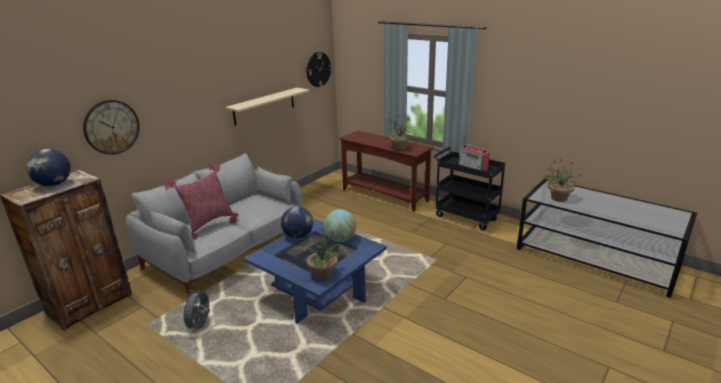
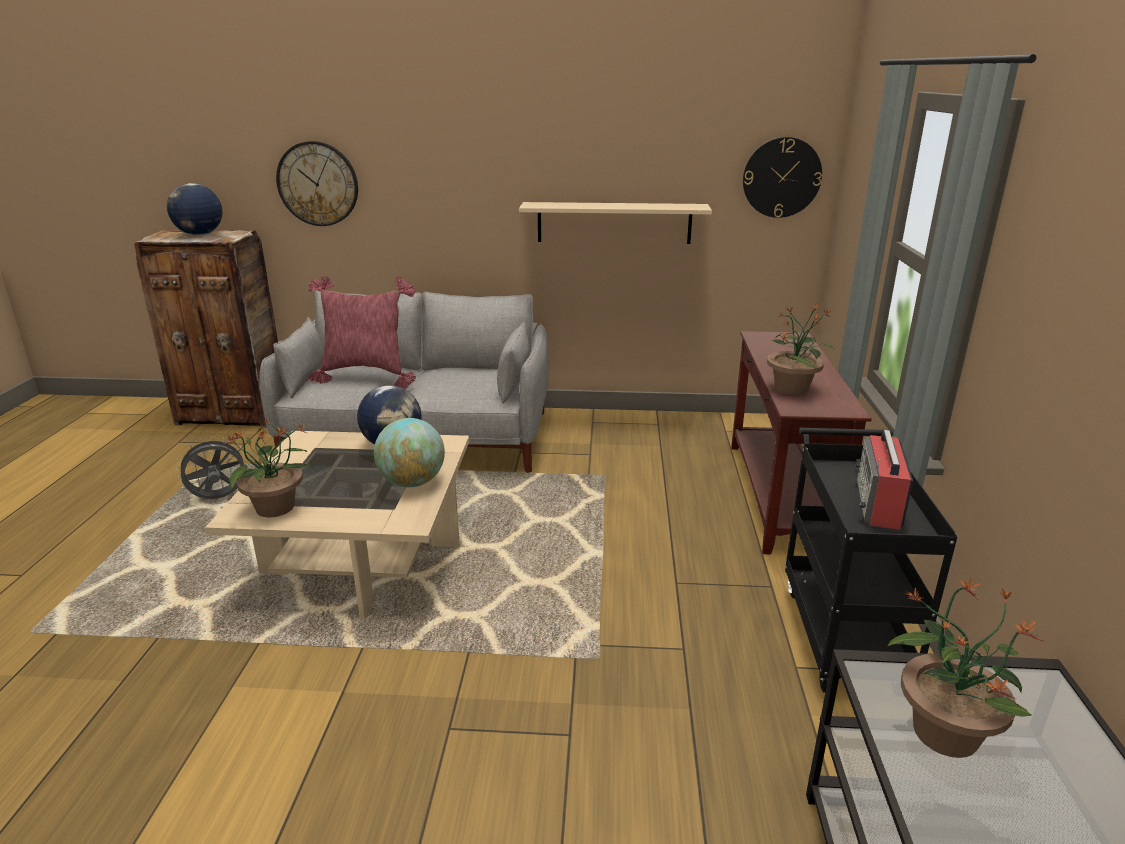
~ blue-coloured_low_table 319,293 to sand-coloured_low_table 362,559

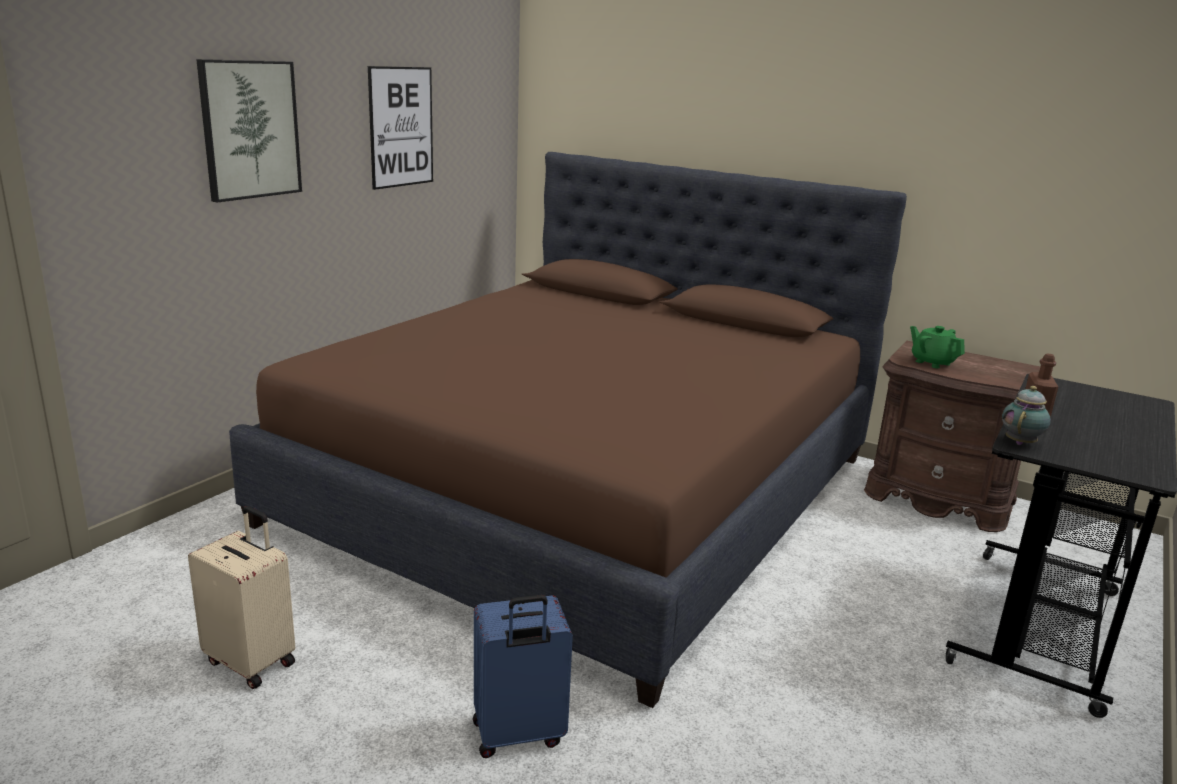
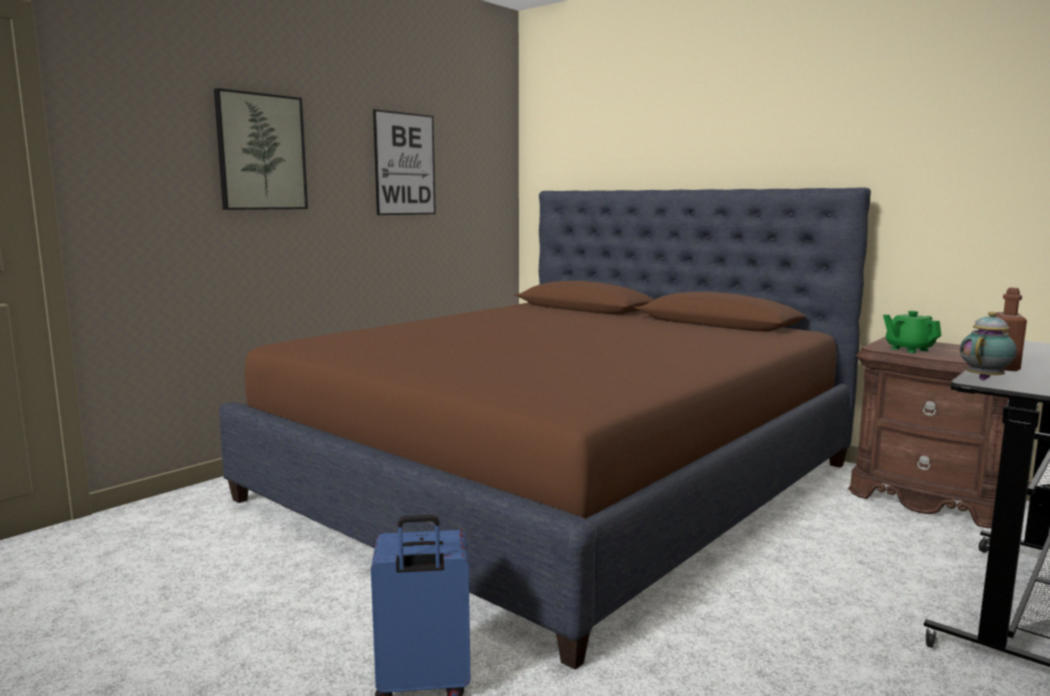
- sand-coloured_suitcase 252,661

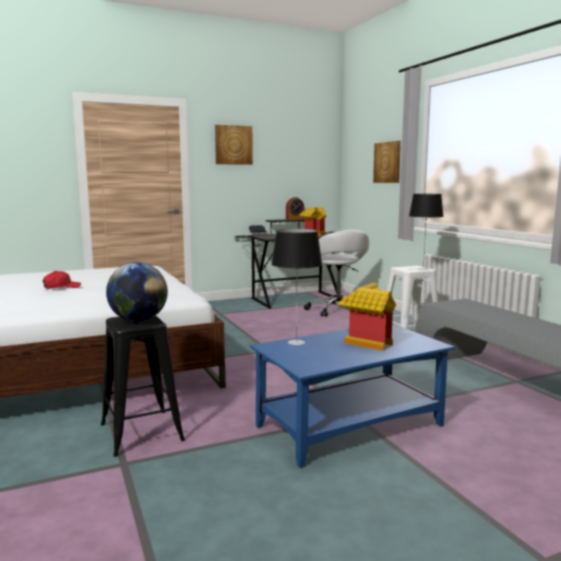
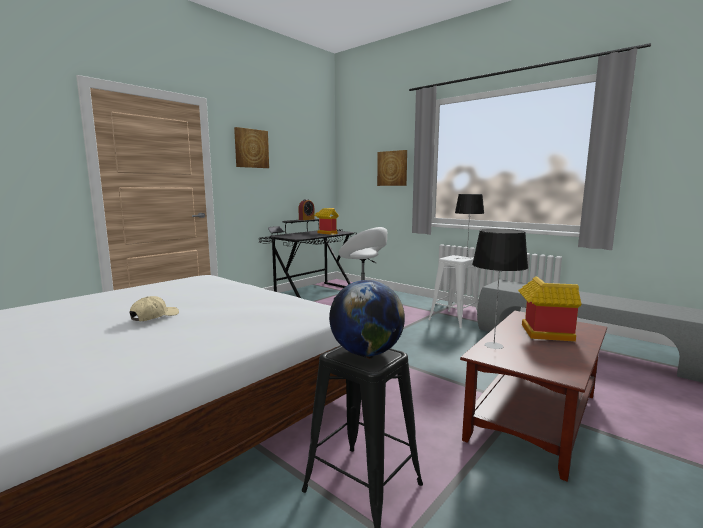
~ red_peaked_cap 61,287 to sand-coloured_peaked_cap 154,316
~ blue-coloured_low_table 348,426 to brown-coloured_low_table 534,417

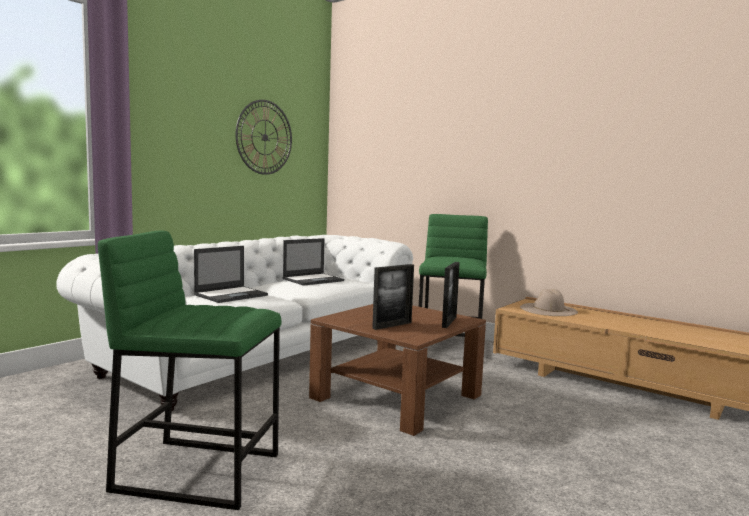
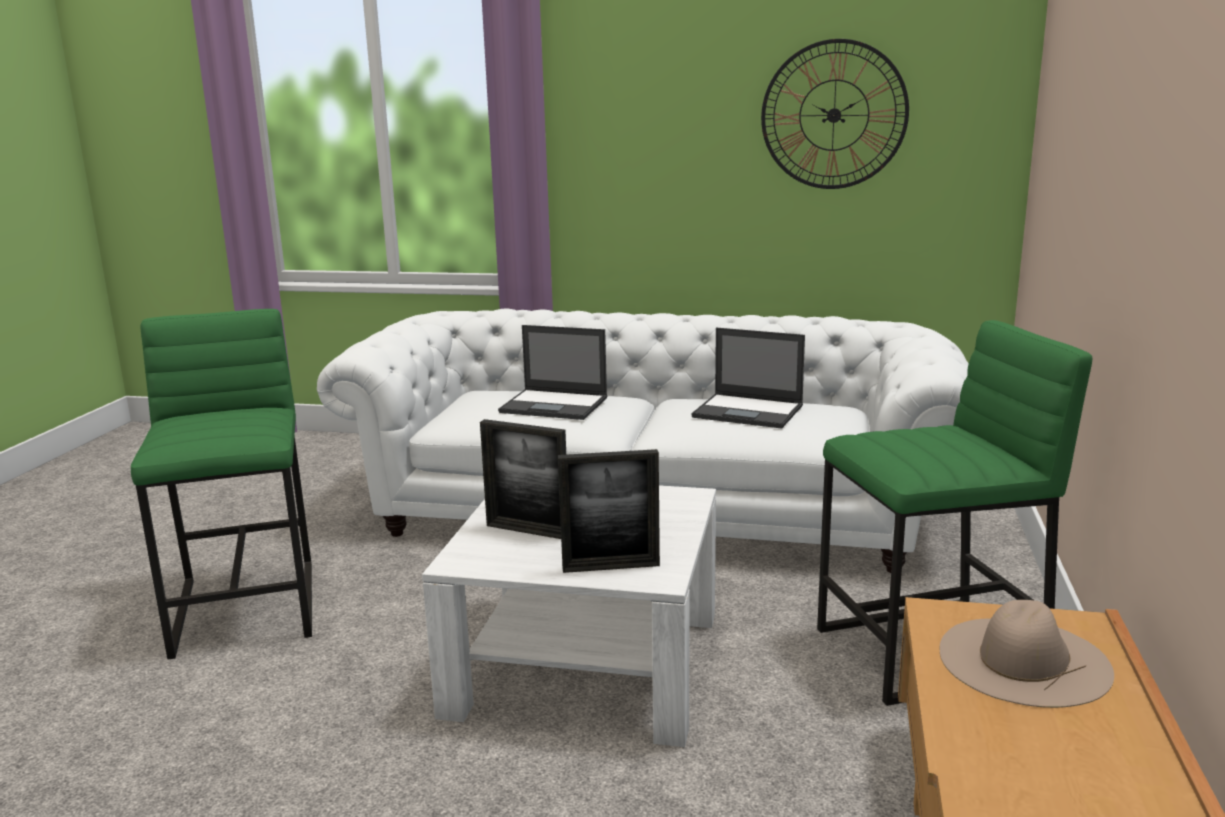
~ brown-coloured_low_table 396,397 to white_low_table 586,663

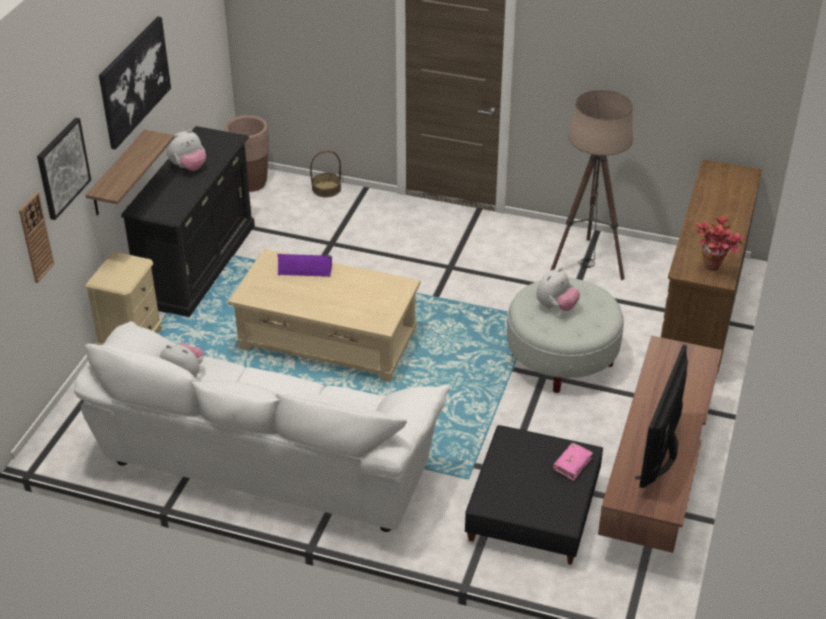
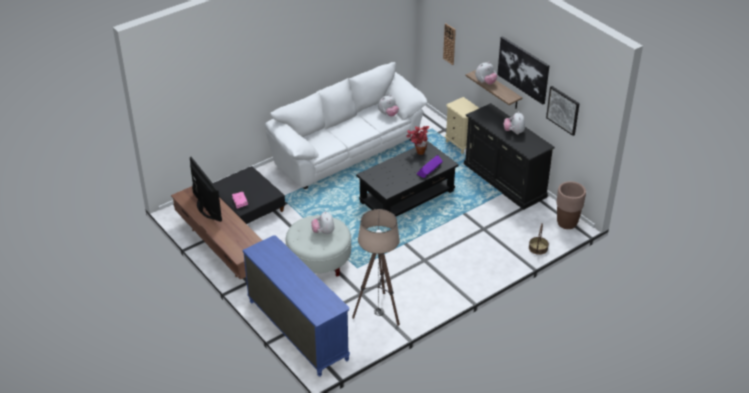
~ brown-coloured_drawer_chest 701,313 to blue-coloured_drawer_chest 297,330
~ sand-coloured_low_table 327,340 to black_low_table 407,196
~ plant_in_a_pot 714,270 to 417,152
+ cuddly_toy 485,82
~ wall_picture 62,168 to 563,110

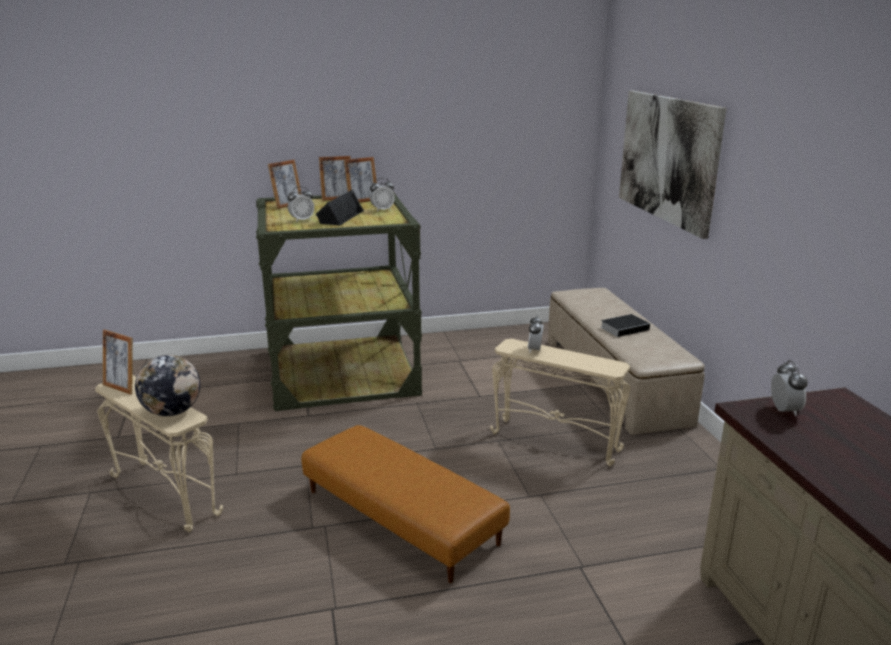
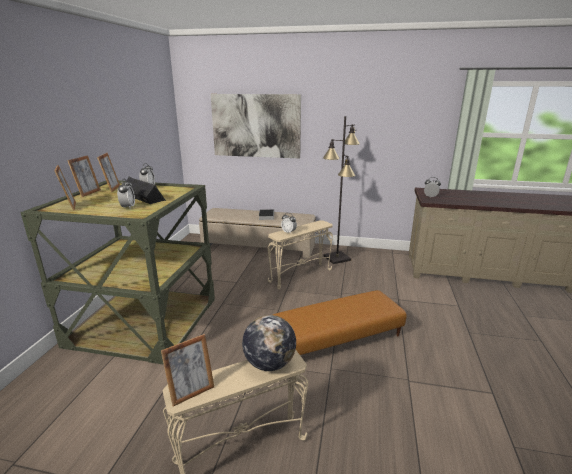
+ black_standing_lamp 337,258

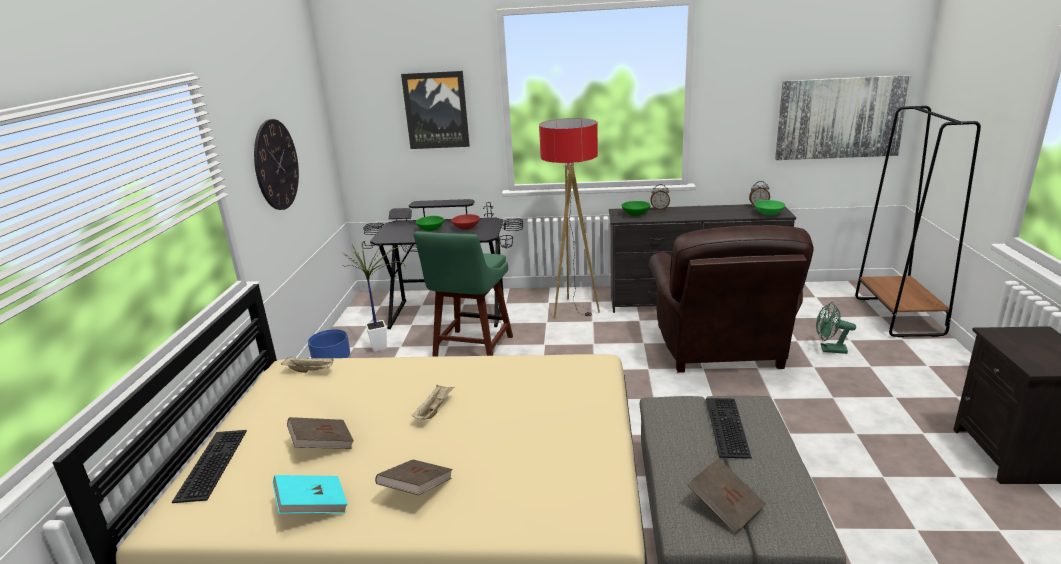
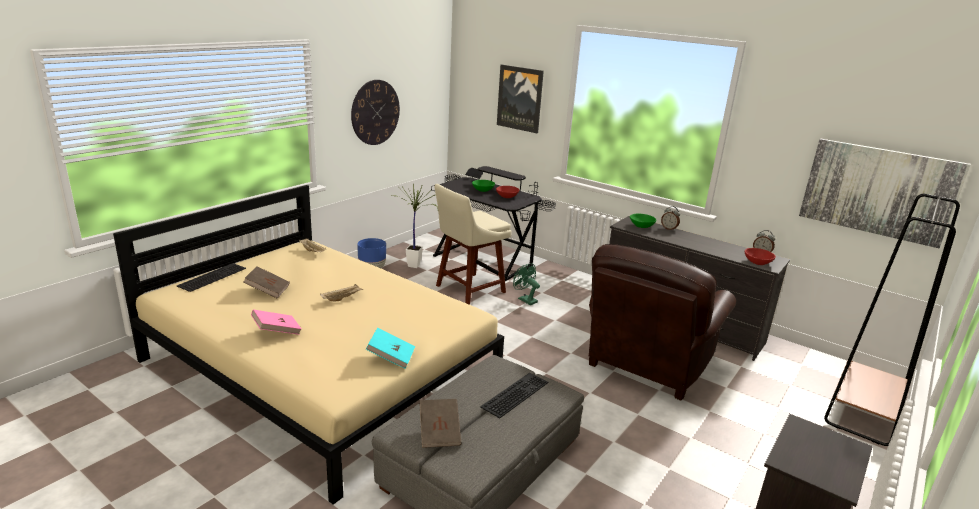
~ brown-coloured_bound_book 416,489 to pink_bound_book 277,331
~ turquoise_bound_book 313,507 to 391,357
~ green-coloured_stool_seat 471,349 to sand-coloured_stool_seat 467,289
~ green-coloured_electric_fan 829,350 to 525,299
~ green-coloured_bowl 768,214 to red_bowl 757,263
- standing_lamp 574,310

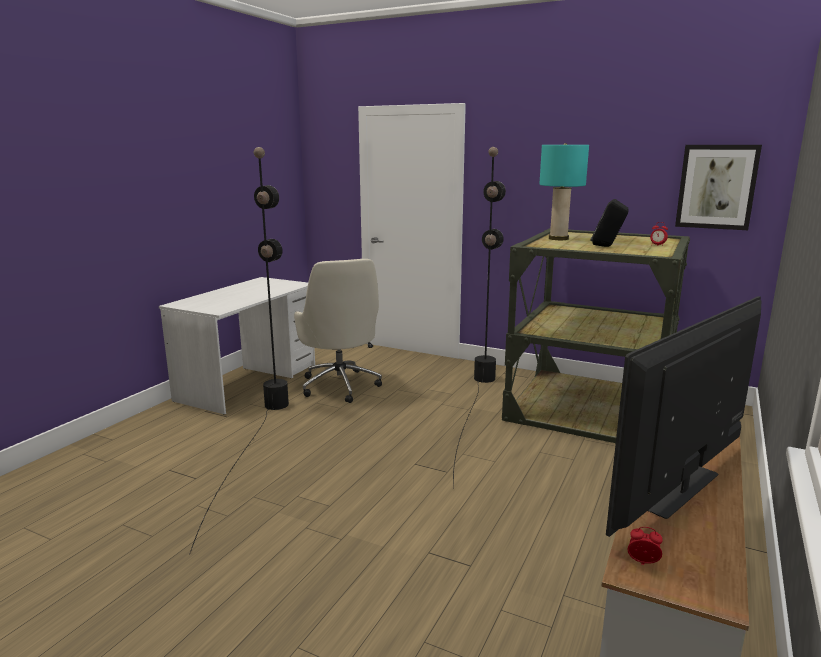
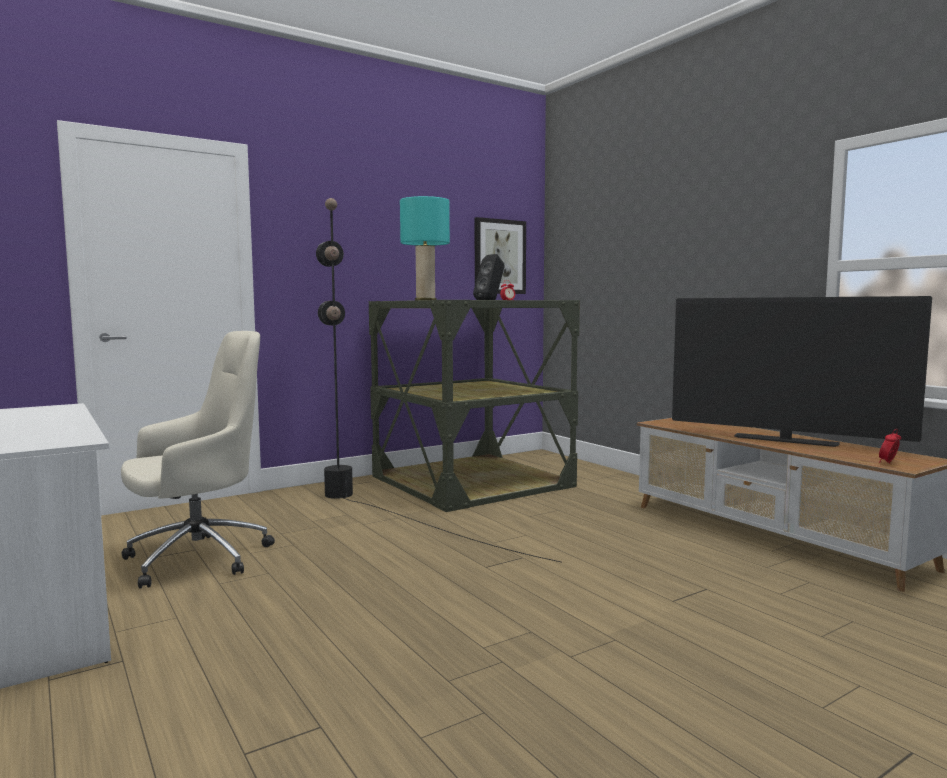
~ sand-coloured_desk_chair 340,386 = 199,559 45 degrees counterclockwise
~ TV 682,491 = 785,440 45 degrees counterclockwise
- black_standing_lamp 257,435

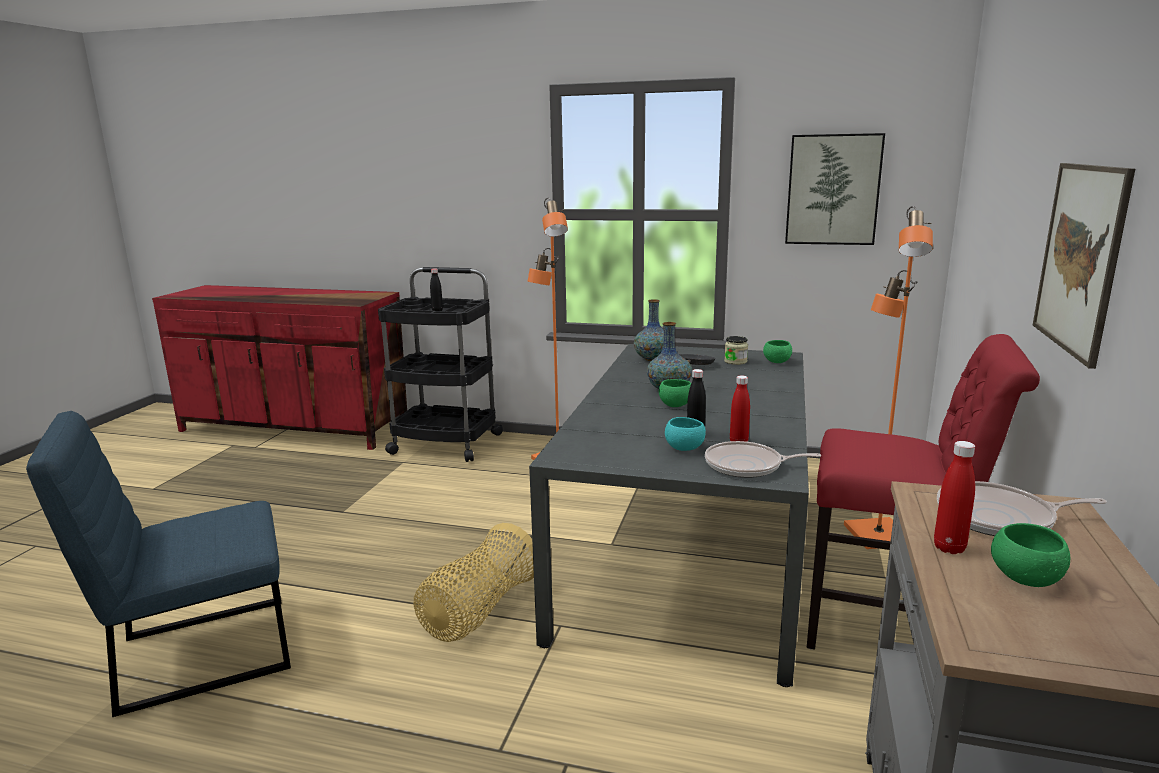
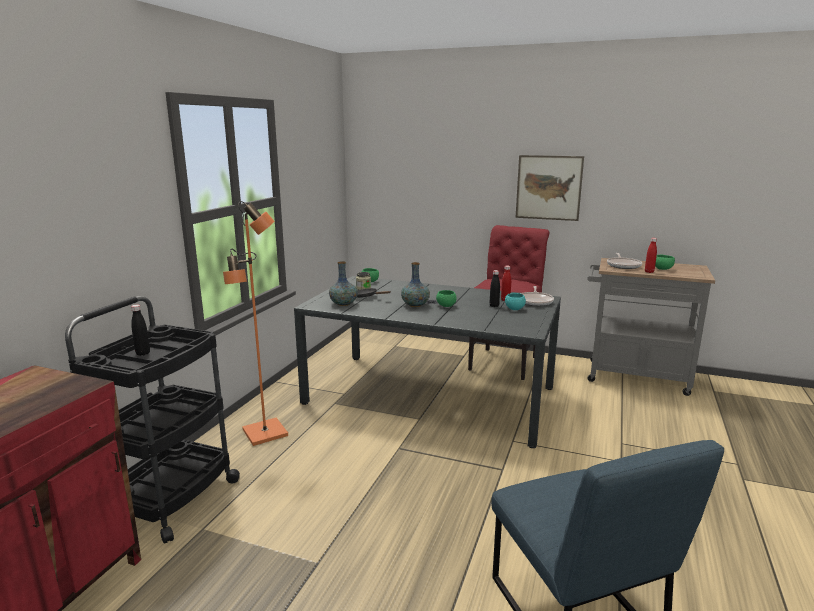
- storage_basket 478,612
- wall_picture 833,190
- orange_standing_lamp 878,534

